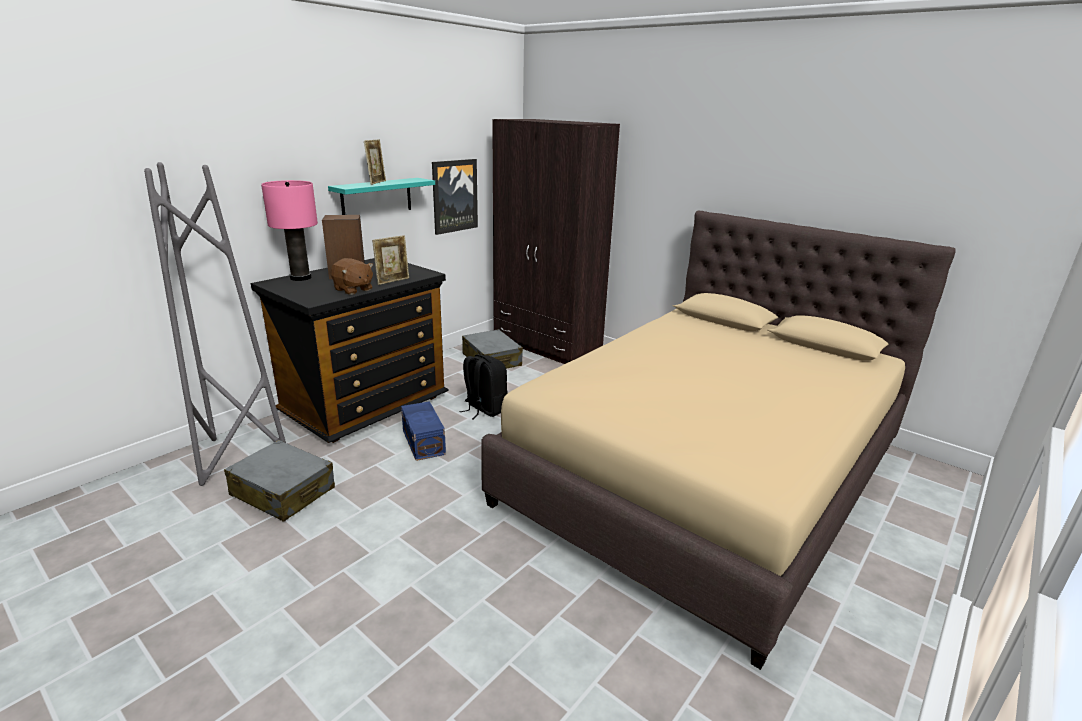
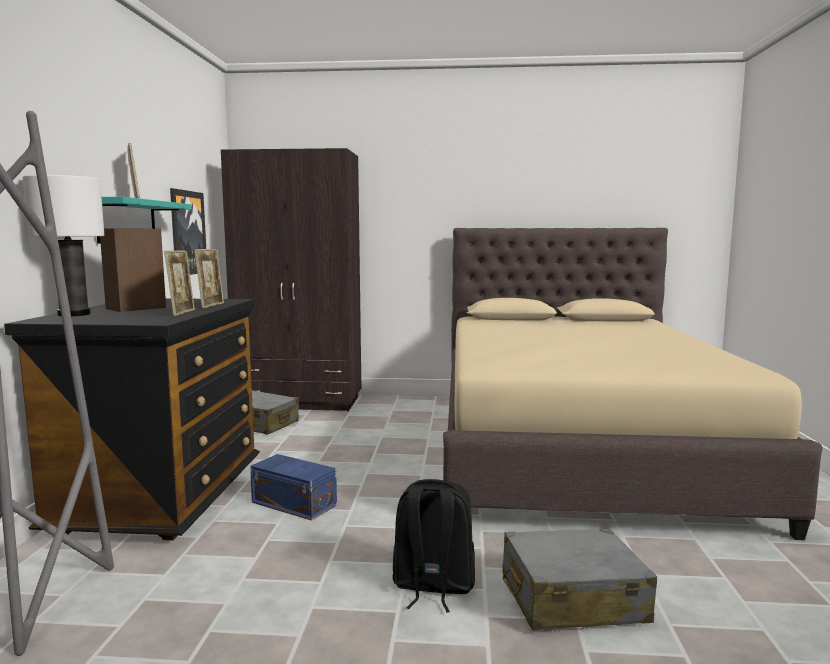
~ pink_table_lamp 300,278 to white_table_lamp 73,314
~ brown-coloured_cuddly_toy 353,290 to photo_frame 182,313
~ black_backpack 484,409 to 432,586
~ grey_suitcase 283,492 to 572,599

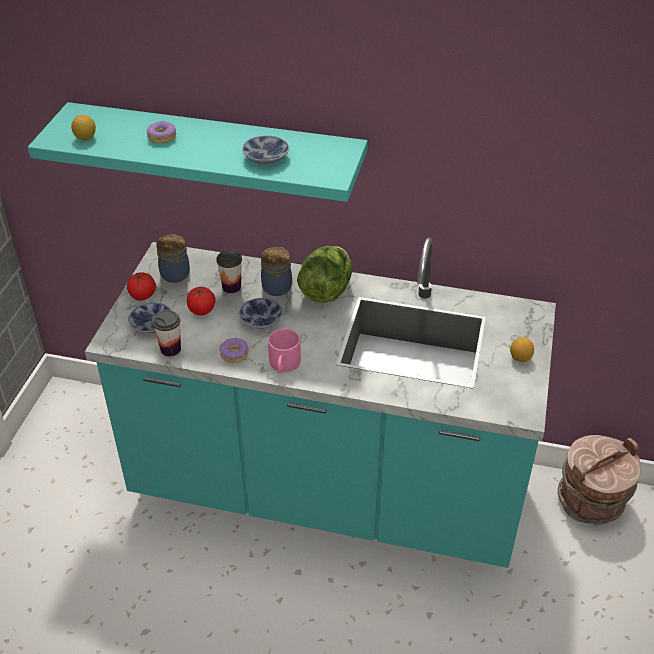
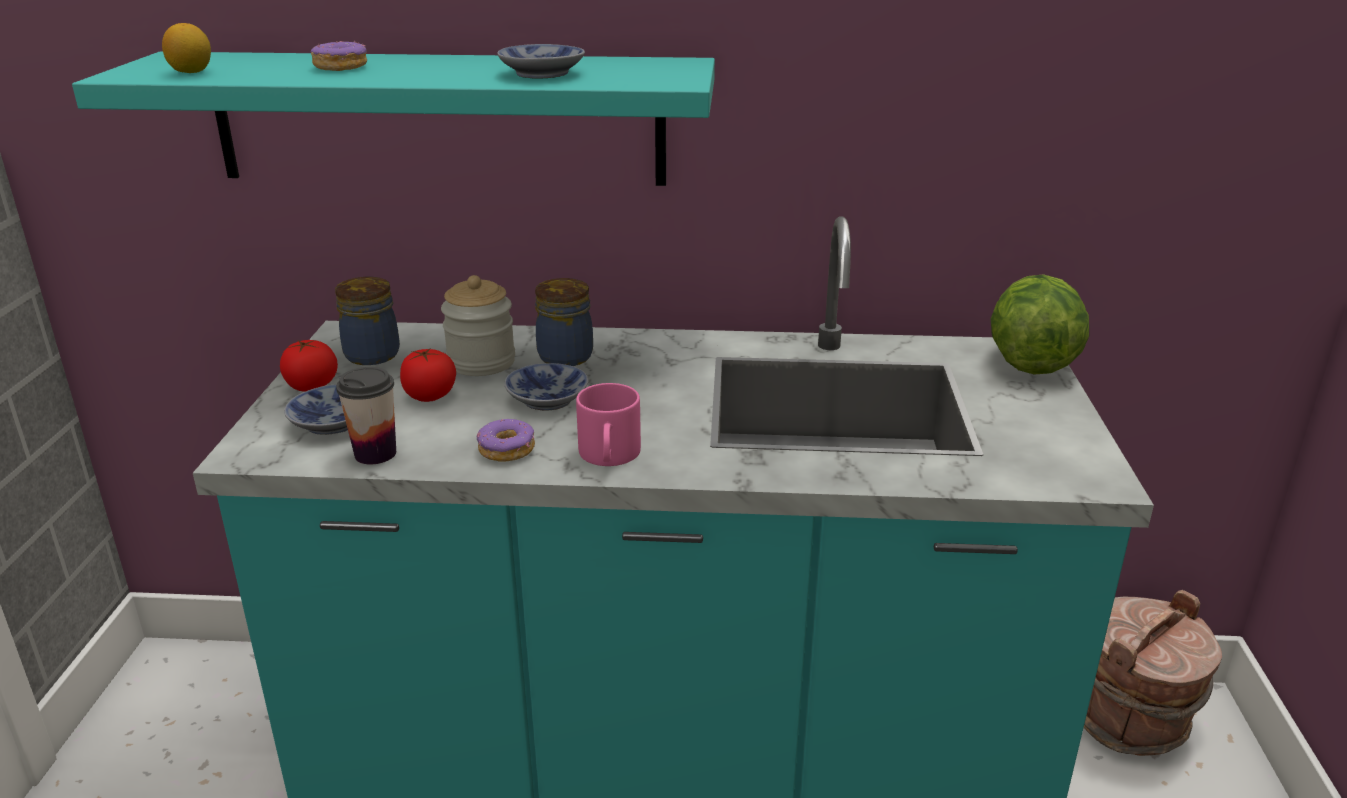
~ drinking_cup 231,287 to jar 481,362
~ head_of_lettuce 326,291 to 1031,362
- lemon 520,358

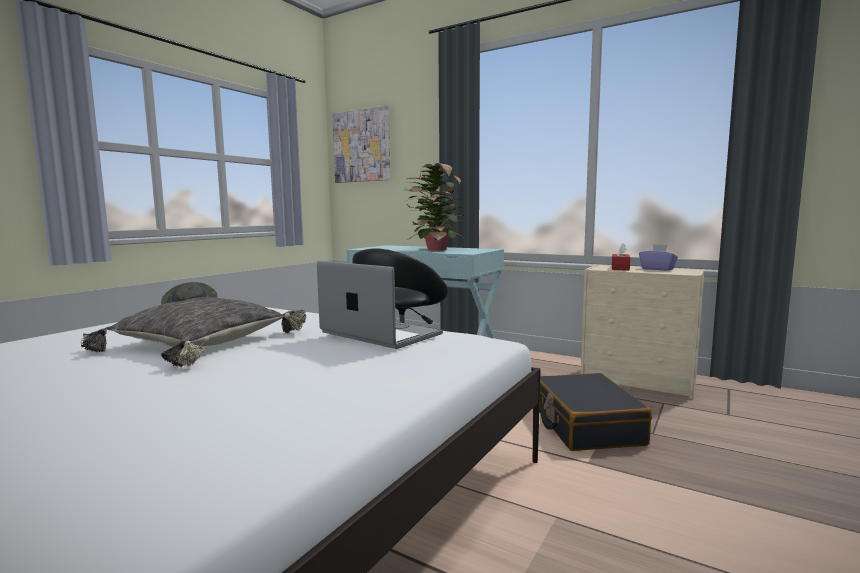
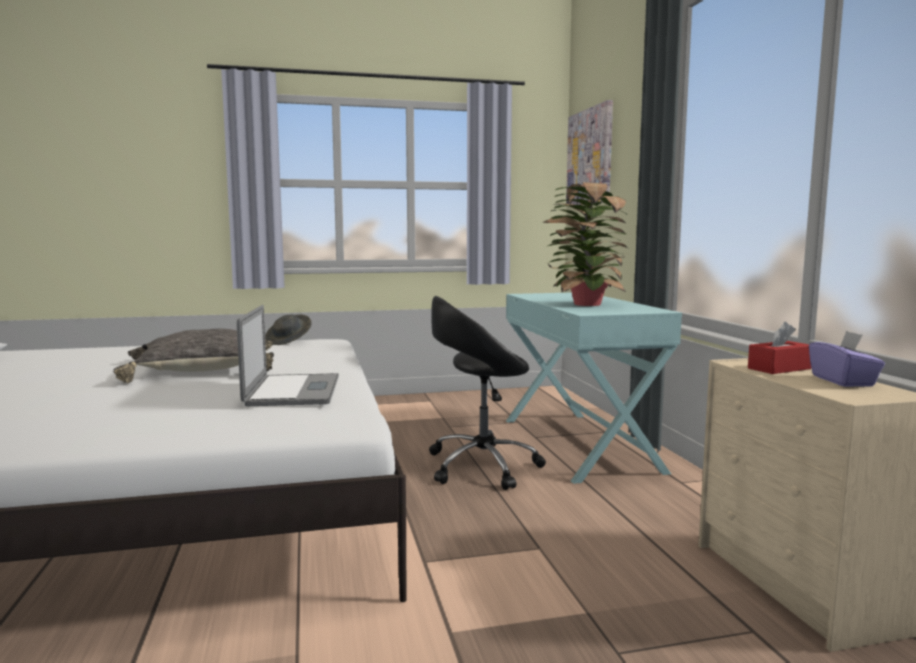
- black_suitcase 586,425

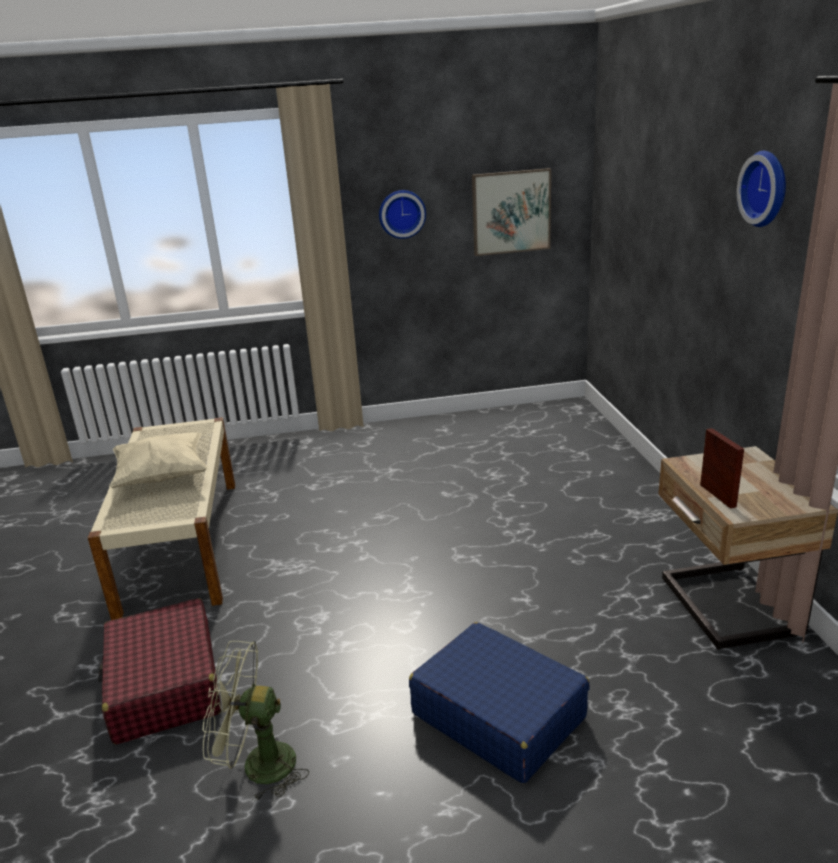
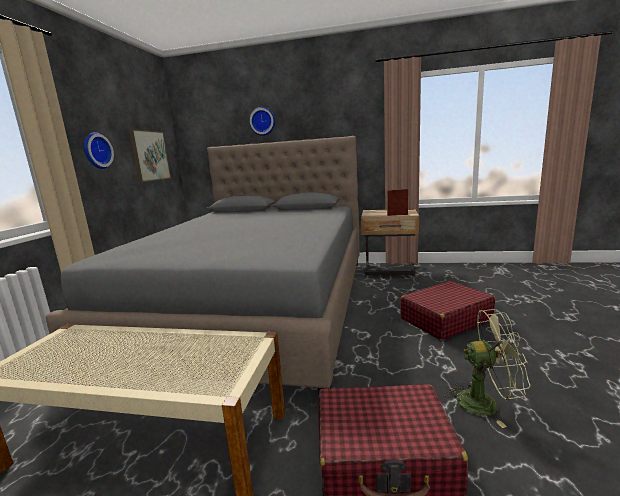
+ grey_bed 257,305
~ hanging_clock 767,188 to 263,121
~ blue-coloured_suitcase 498,715 to red_suitcase 445,319
~ green-coloured_electric_fan 257,766 = 485,402 105 degrees counterclockwise
- sand-coloured_pillow 162,477

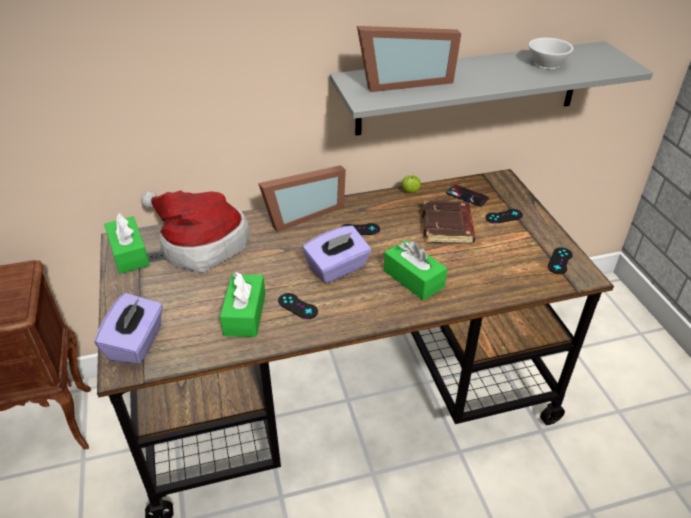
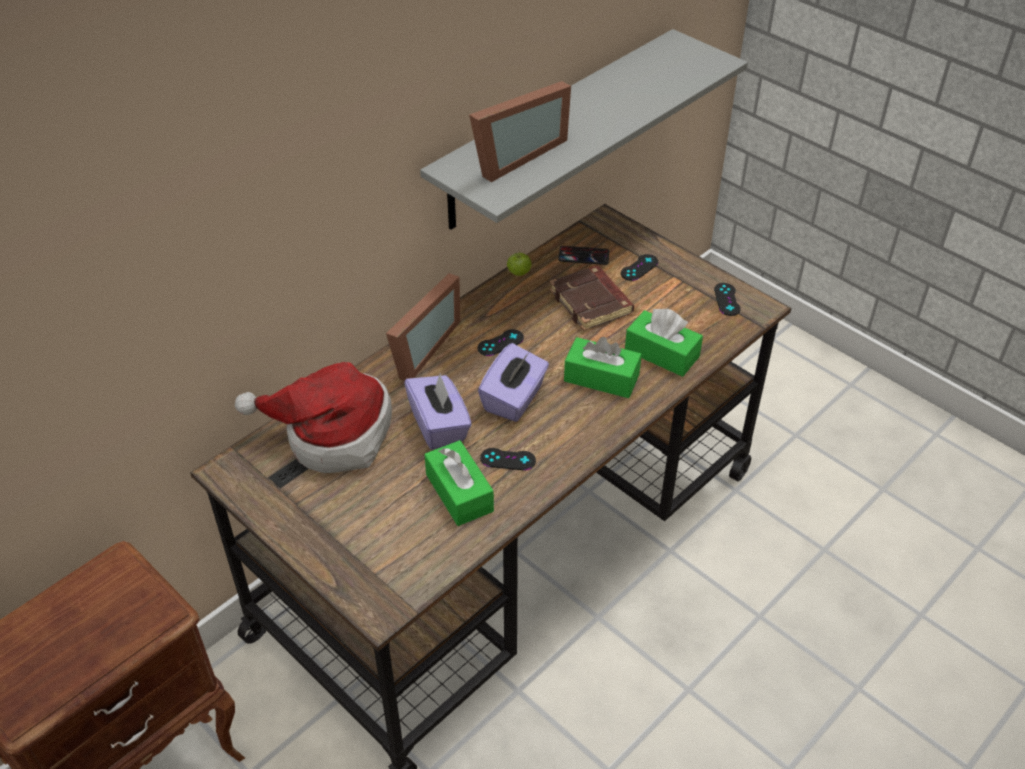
~ purplish_box_of_tissues 136,343 to 439,425
~ green-coloured_box_of_tissues 129,253 to 662,353
- white_drinking_cup 545,63

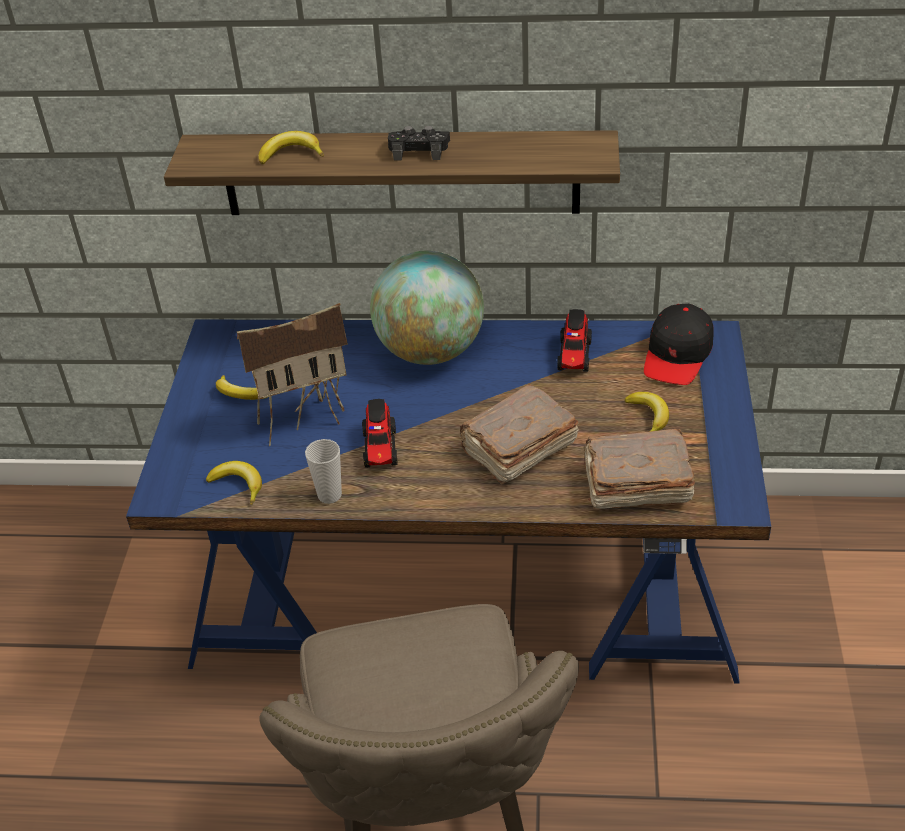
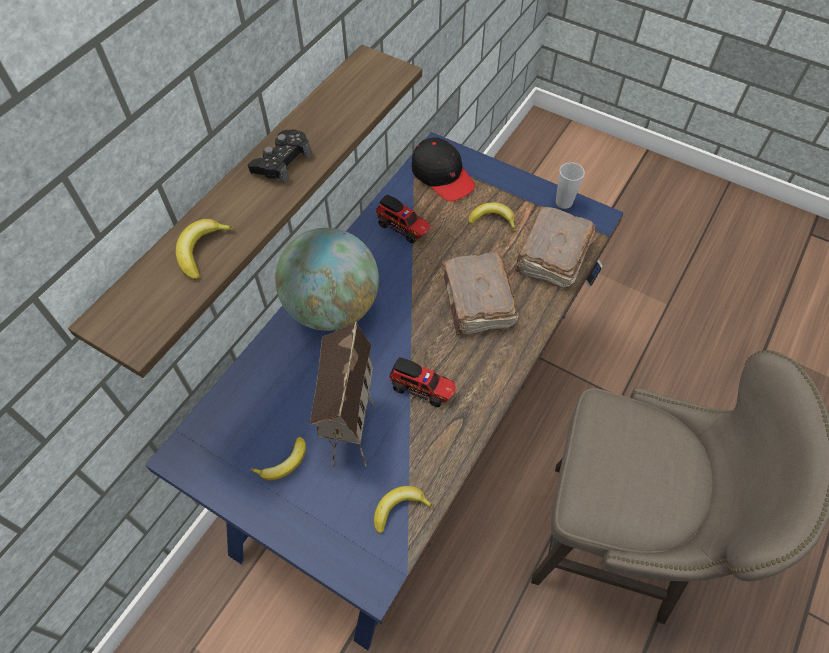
~ drinking_cup 329,495 to 564,202

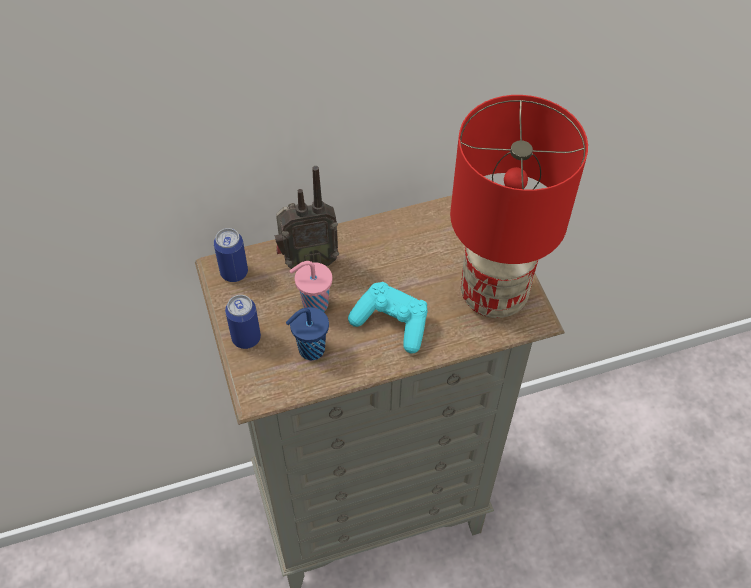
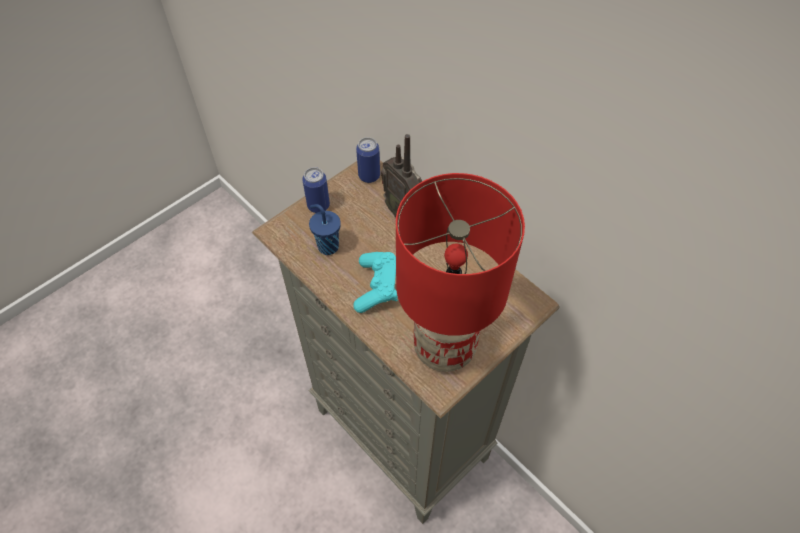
- pink_drinking_cup 313,305

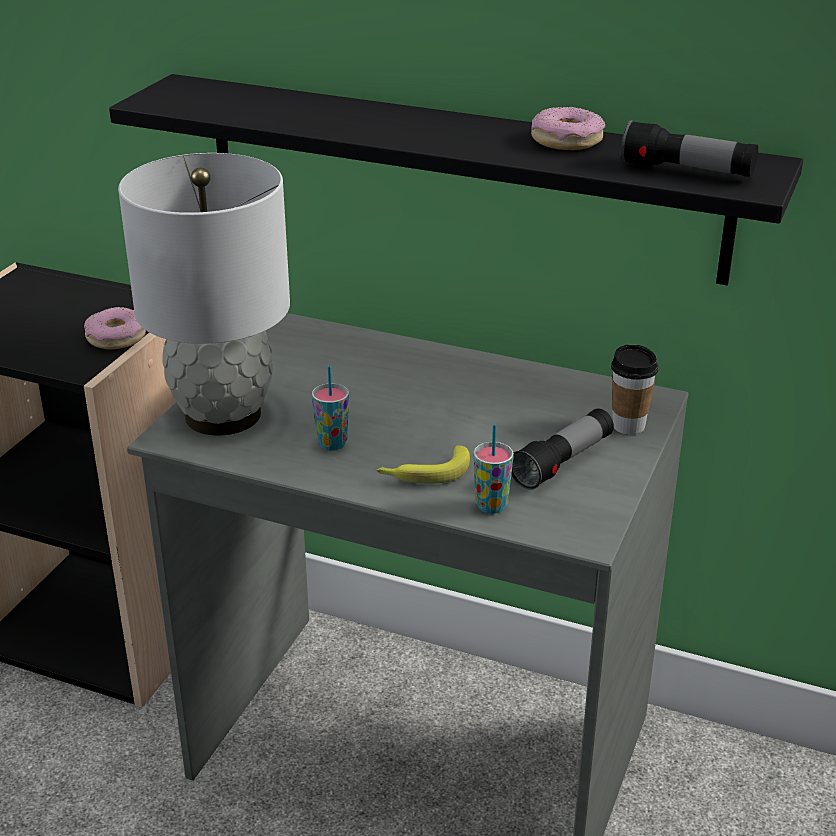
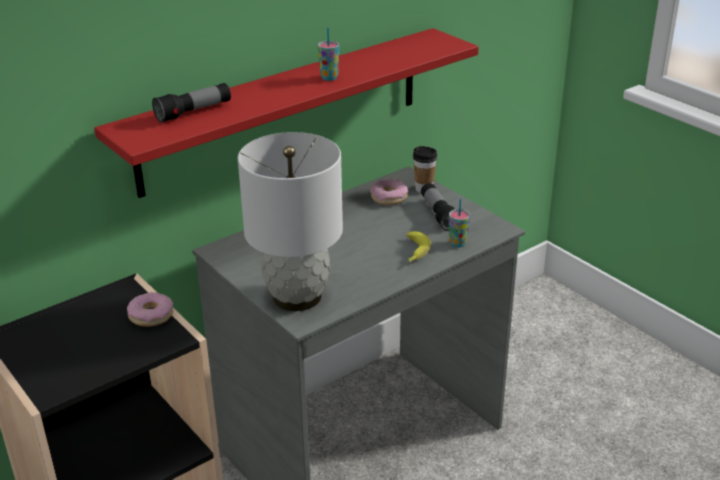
~ black_wall_shelf 460,177 to red_wall_shelf 284,109
~ flashlight 687,171 to 194,112
~ drinking_cup 332,444 to 329,78
~ doughnut 566,140 to 389,197

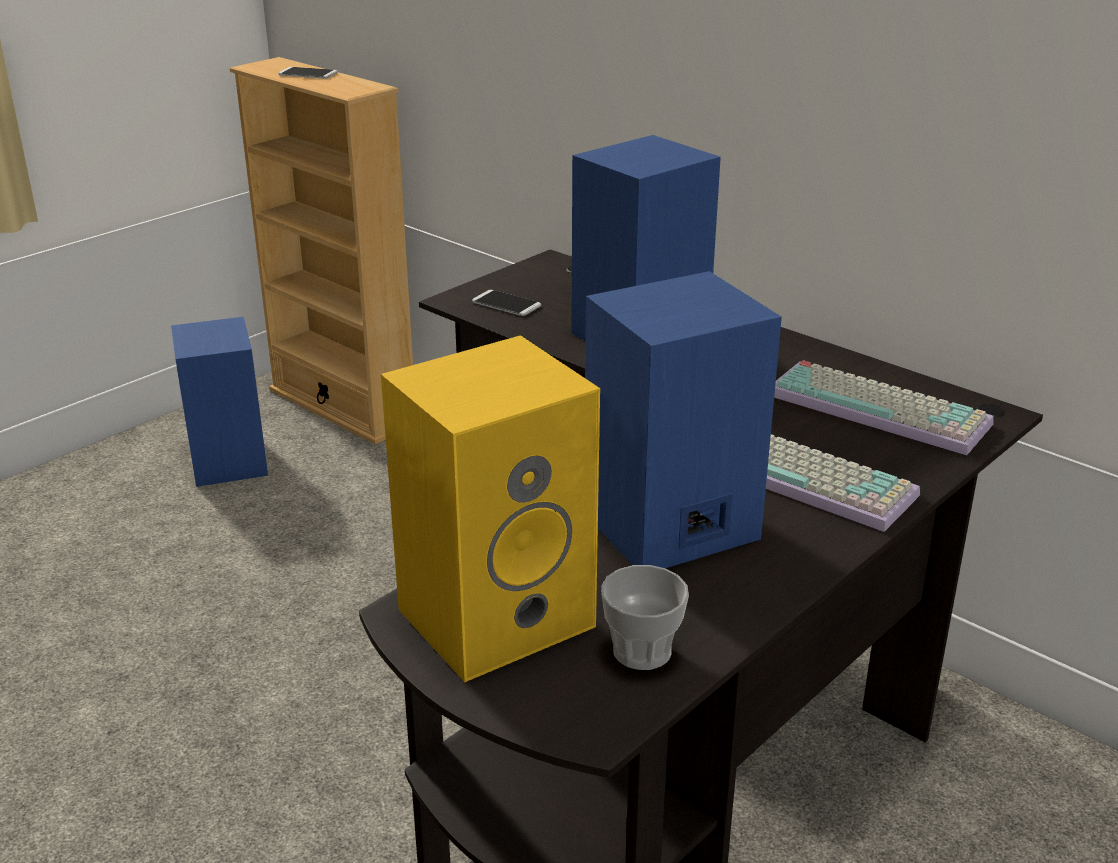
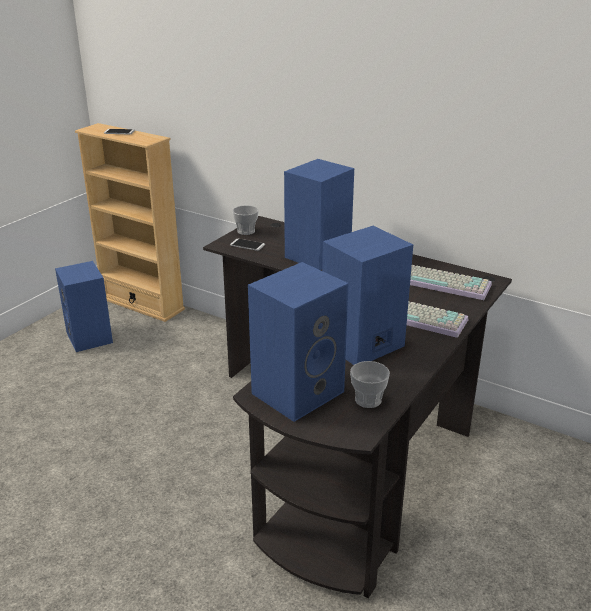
+ drinking_cup 246,231
~ yellowish_audio_speaker 498,614 to blue-coloured_audio_speaker 298,391

